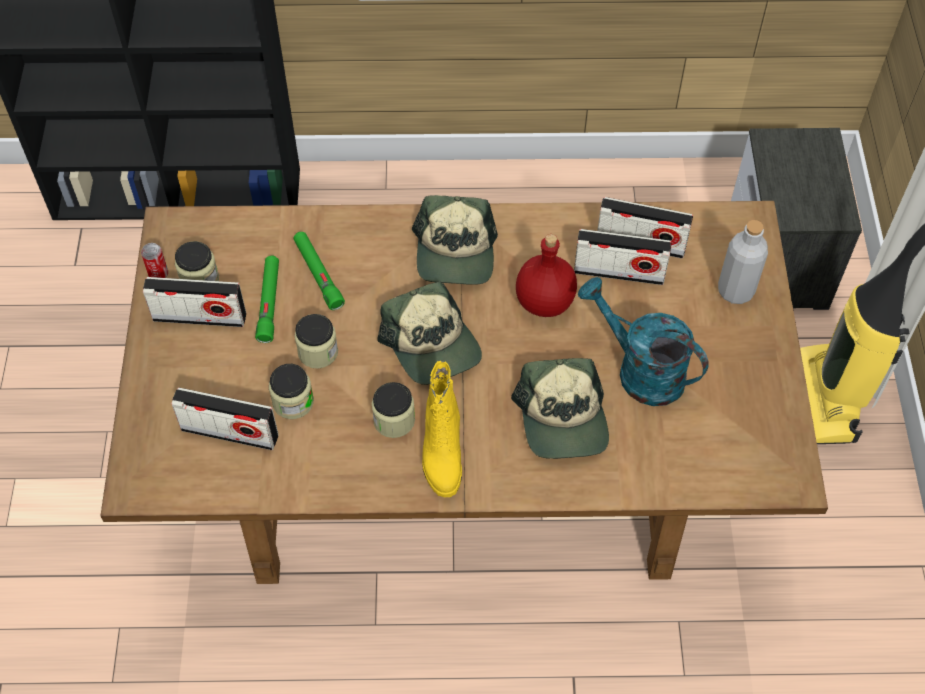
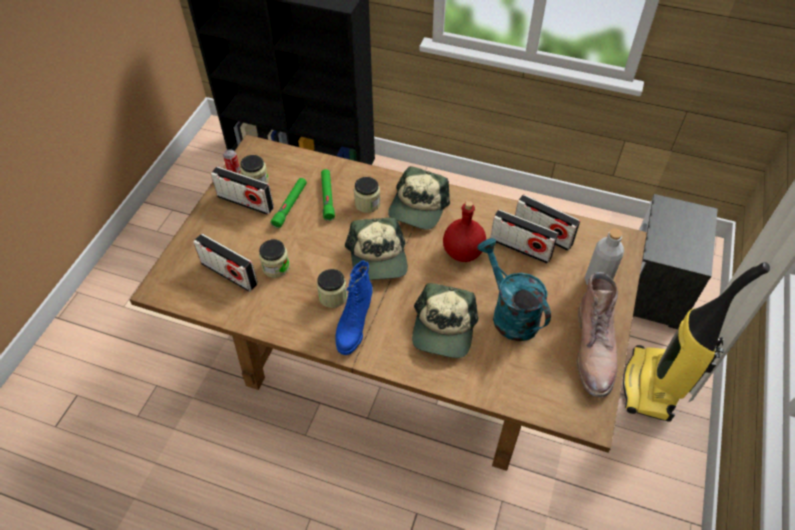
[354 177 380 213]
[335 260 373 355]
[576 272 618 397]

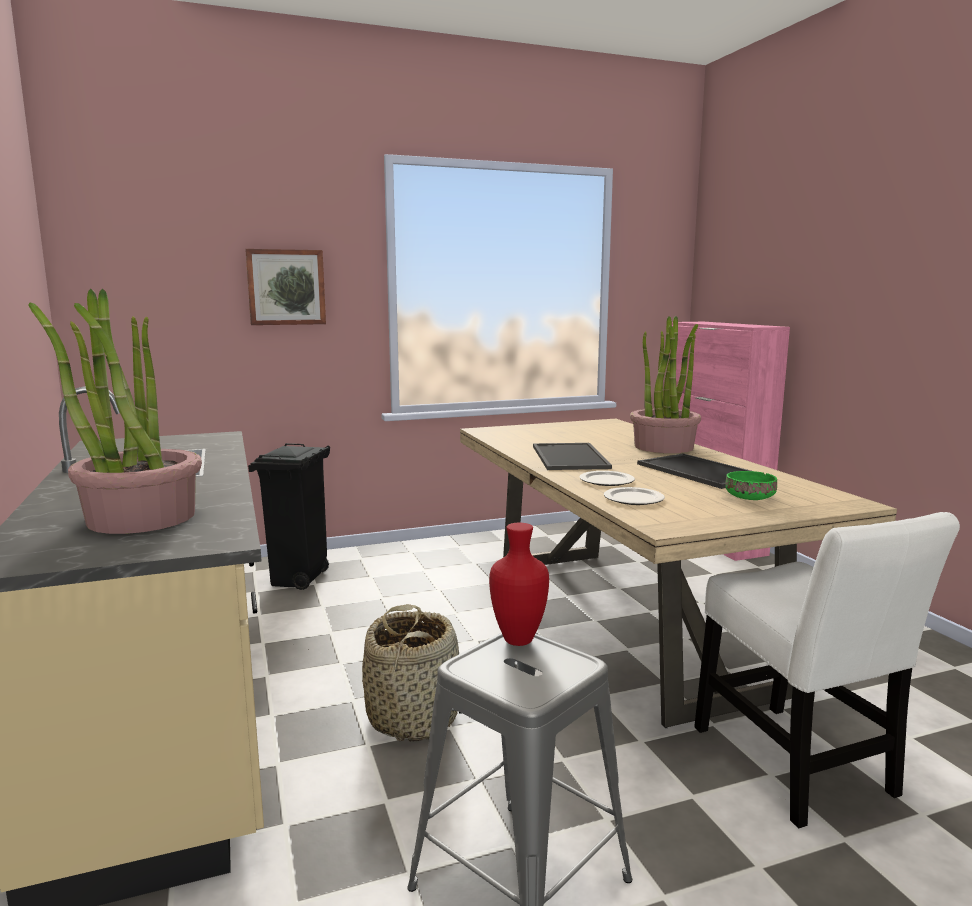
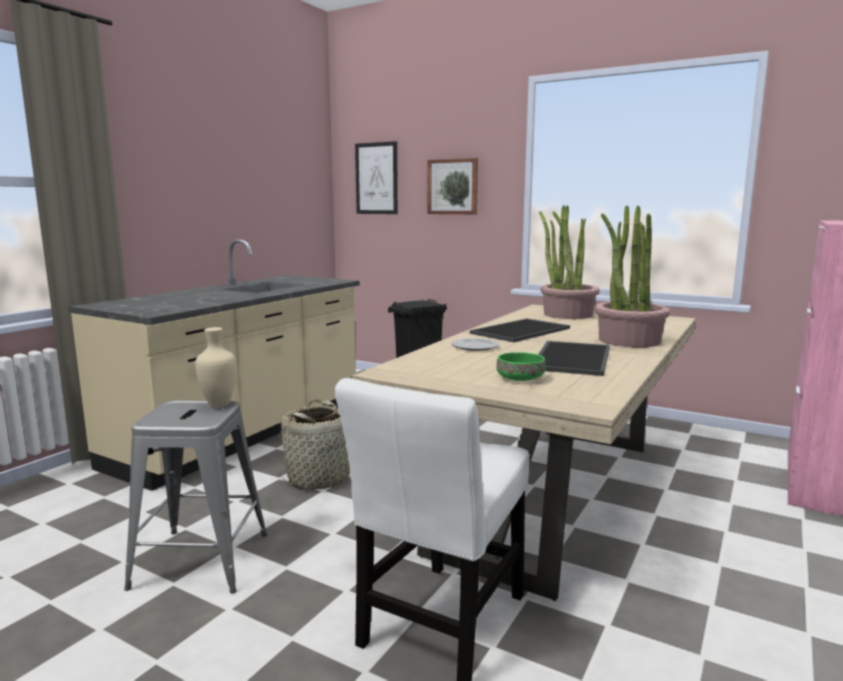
[539 205 600 319]
[195 327 237 408]
[604 487 665 505] (first image)
[355 141 398 214]

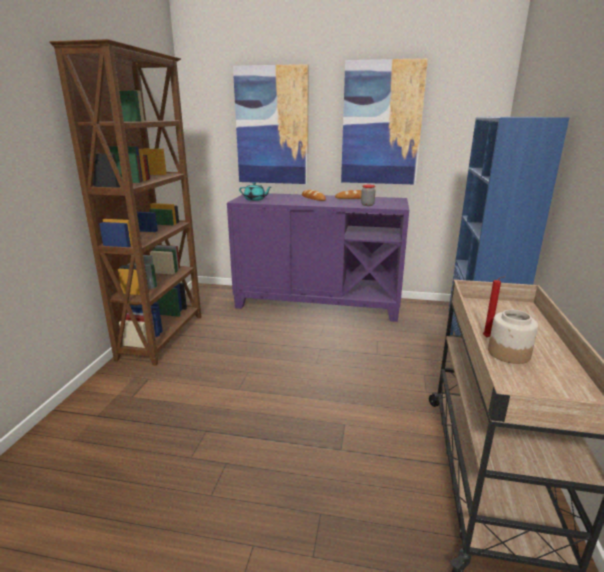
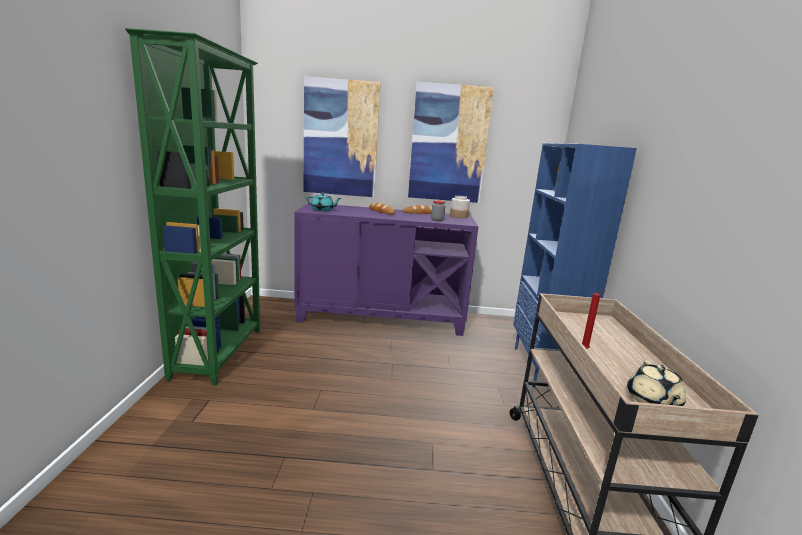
[125 28 260 385]
[450 196 470 218]
[627 361 686 406]

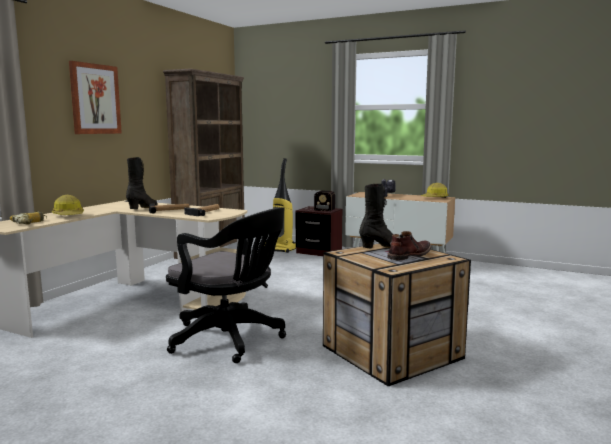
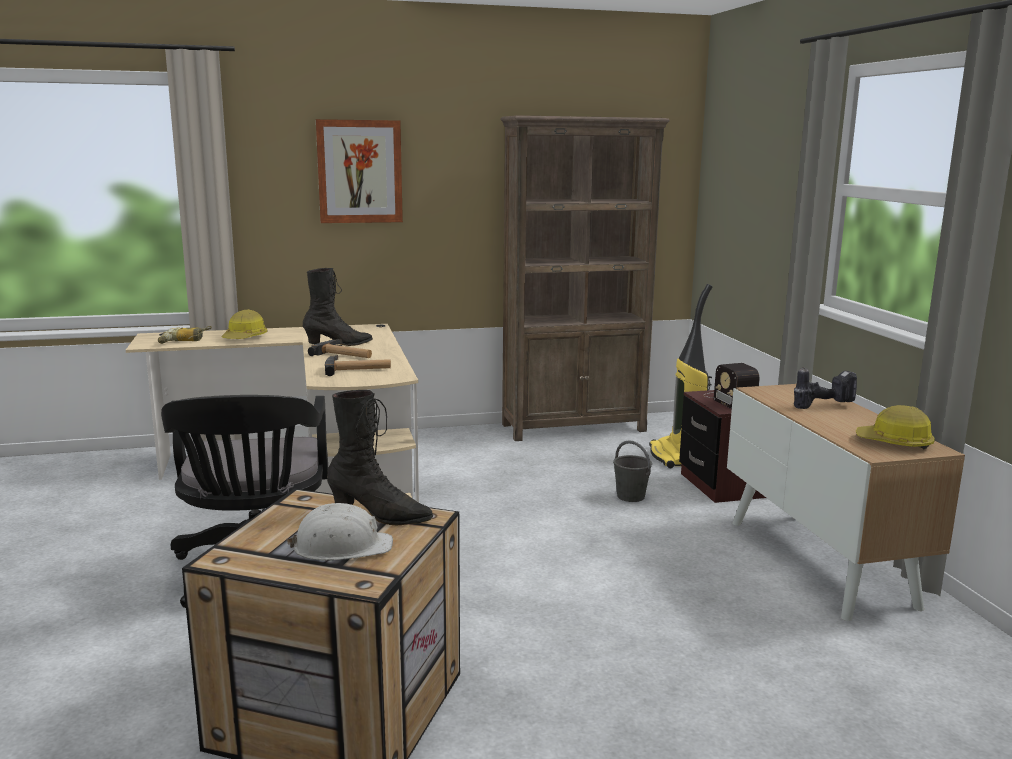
[287 503 393 561]
[613 440 652 502]

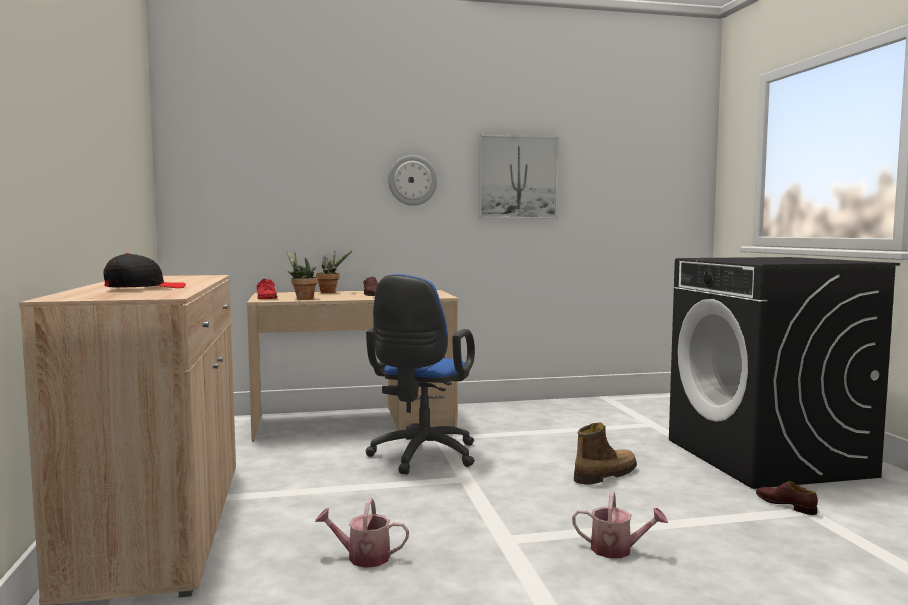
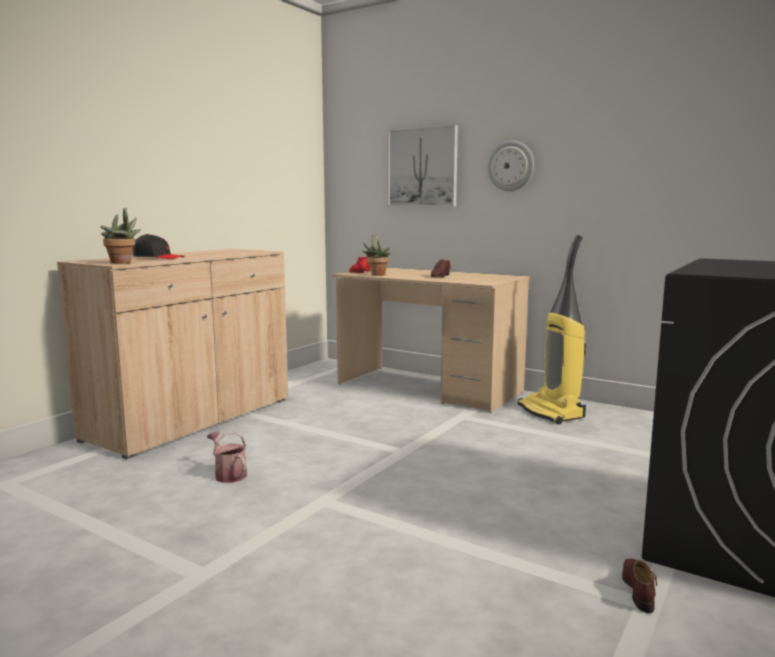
[100 208 141 264]
[365 274 475 474] (first image)
[387 125 458 207]
[572 491 668 558] (first image)
[574 422 637 485] (first image)
[518 235 586 424]

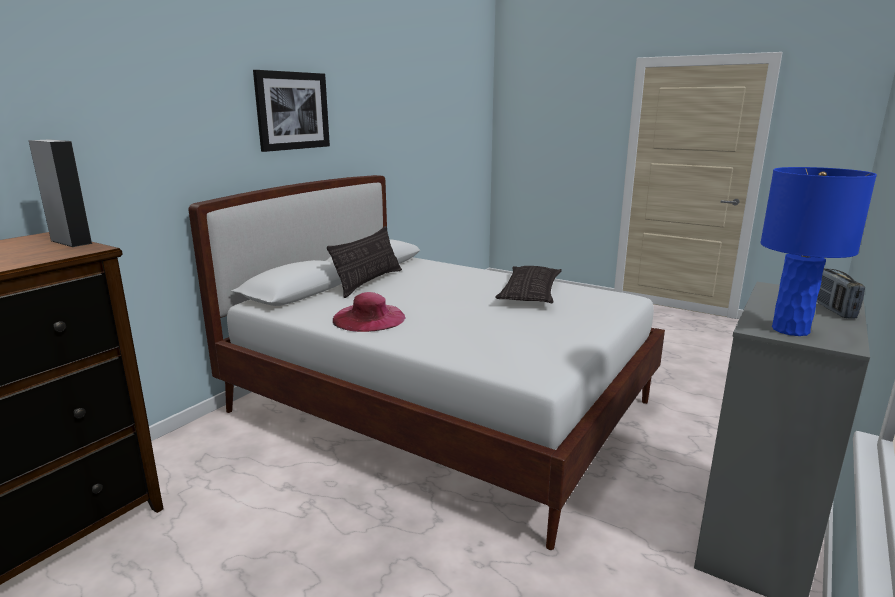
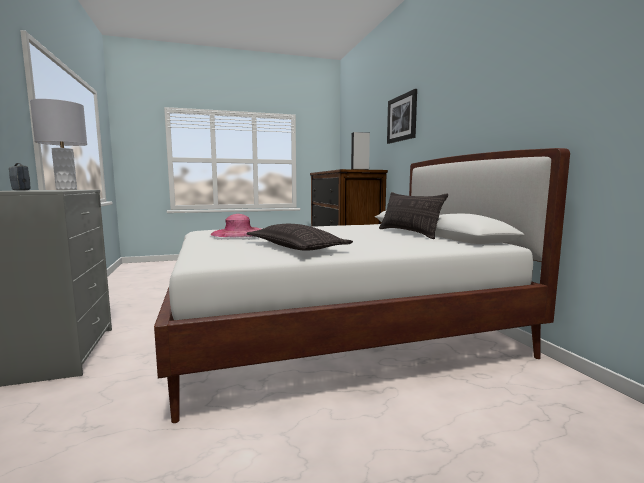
[387 89 417 144]
[210 214 261 237]
[30 99 87 190]

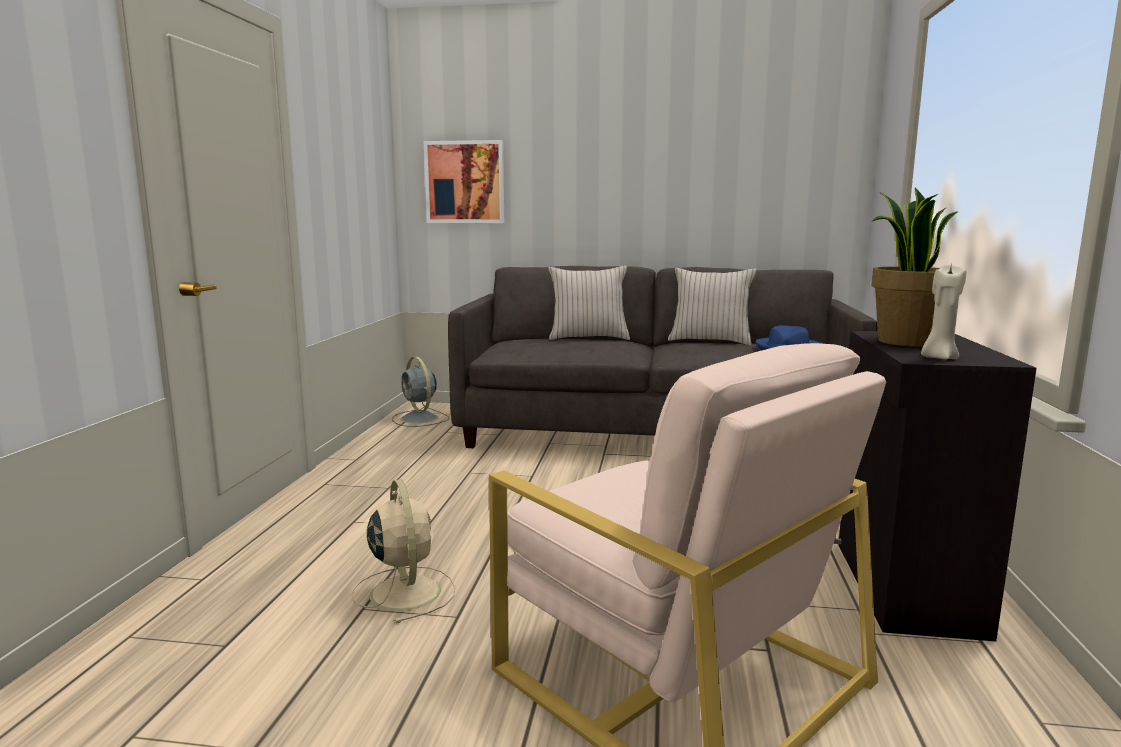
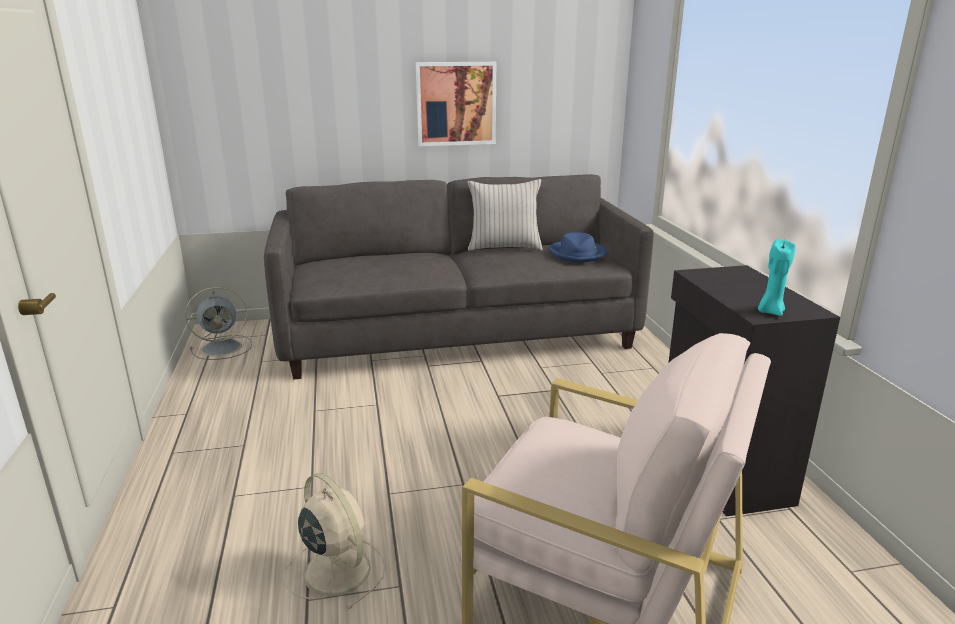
[185 287 252 360]
[416 62 496 146]
[549 266 630 340] (first image)
[871 187 958 347] (first image)
[758 239 796 316]

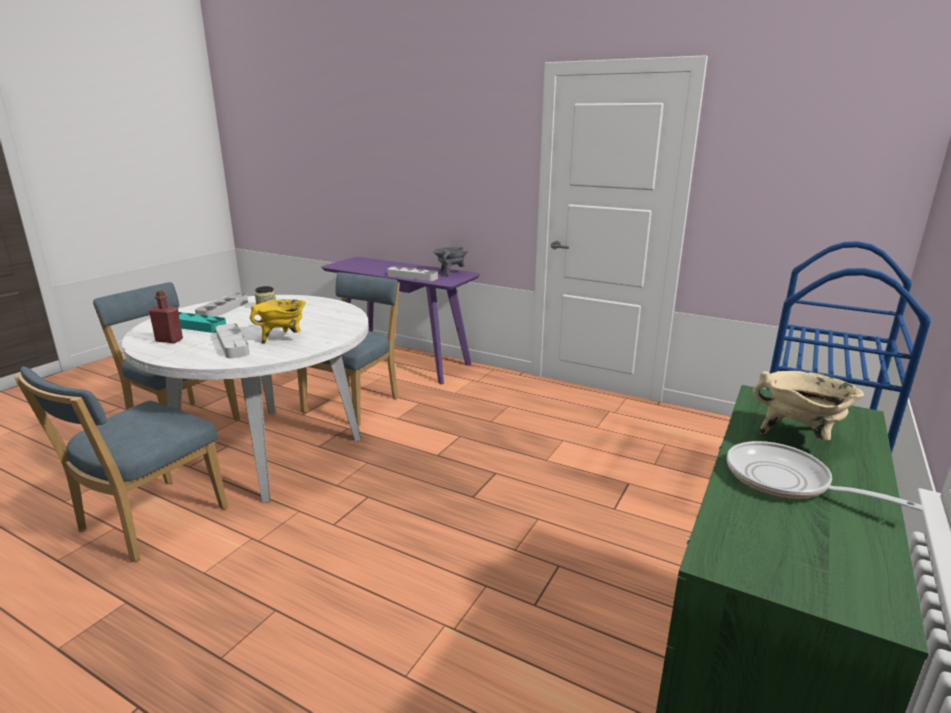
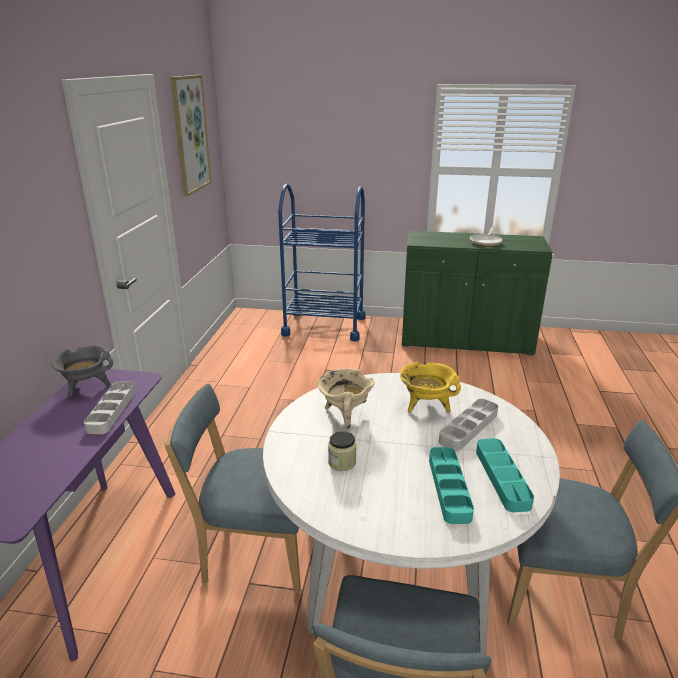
[476 438 534 512]
[195 293 248 317] (first image)
[318 368 375 429]
[170 75 211 197]

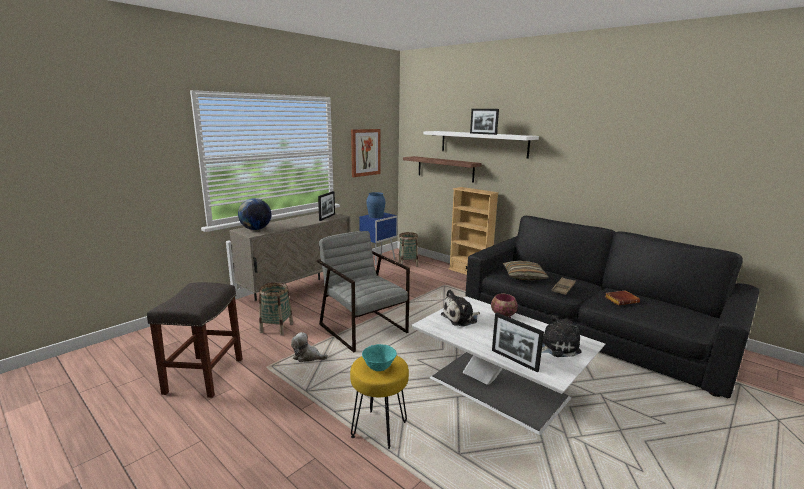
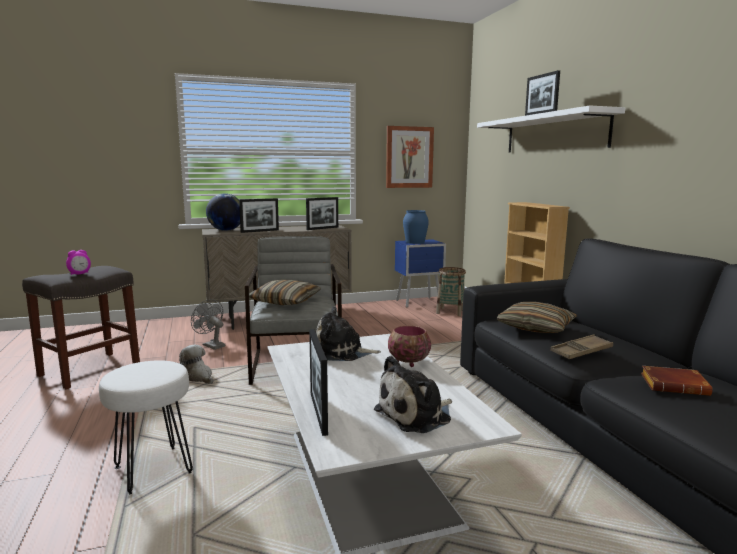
[191 299 225 350]
[99 360 193 494]
[362 344 397 371] (first image)
[403 156 482 183] (first image)
[374 356 452 433]
[66 250 91 275]
[239 198 279 233]
[249 280 321 305]

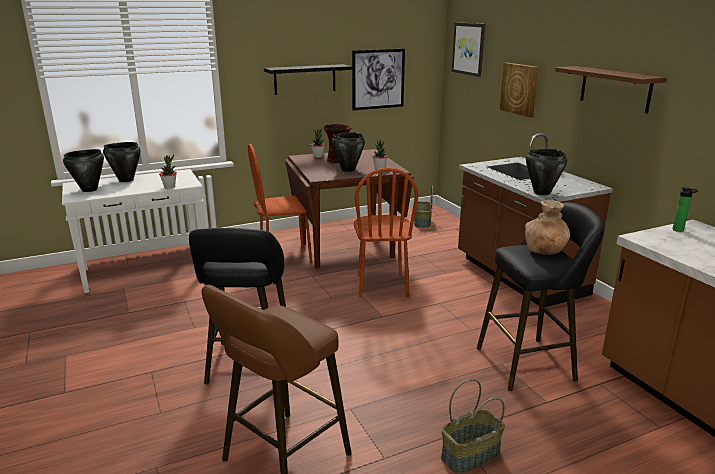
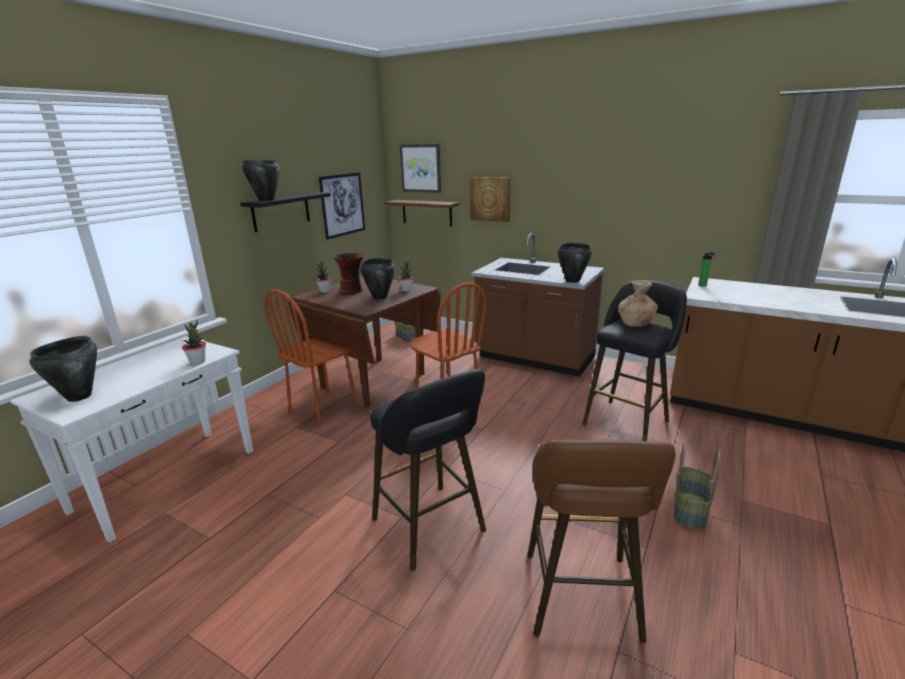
[242 160 280 201]
[384 200 459 226]

